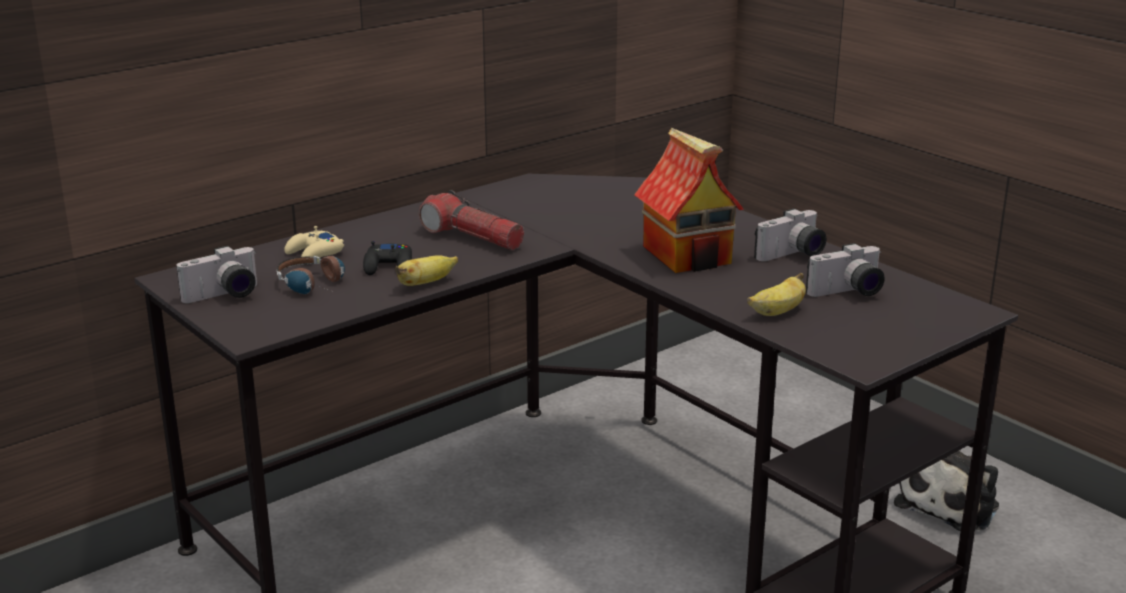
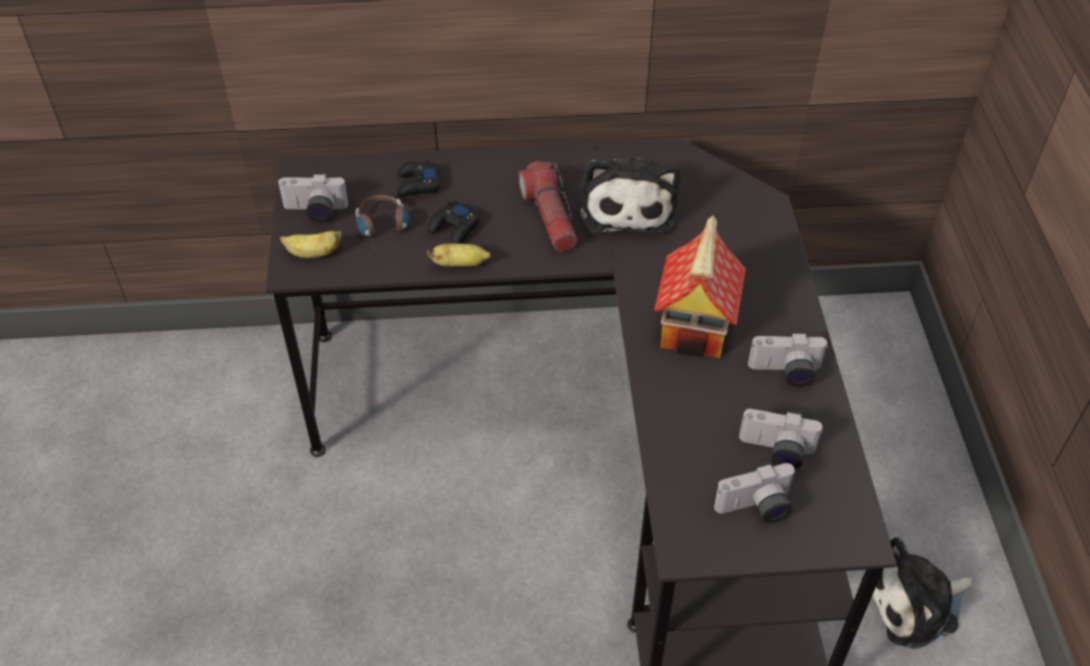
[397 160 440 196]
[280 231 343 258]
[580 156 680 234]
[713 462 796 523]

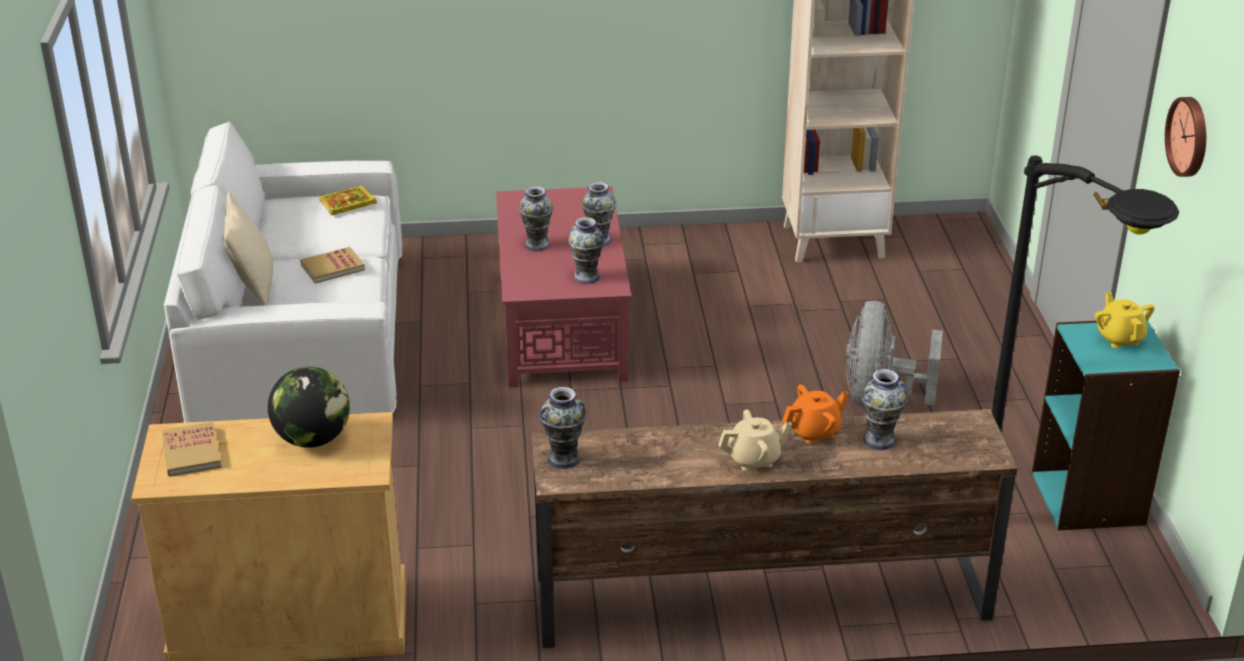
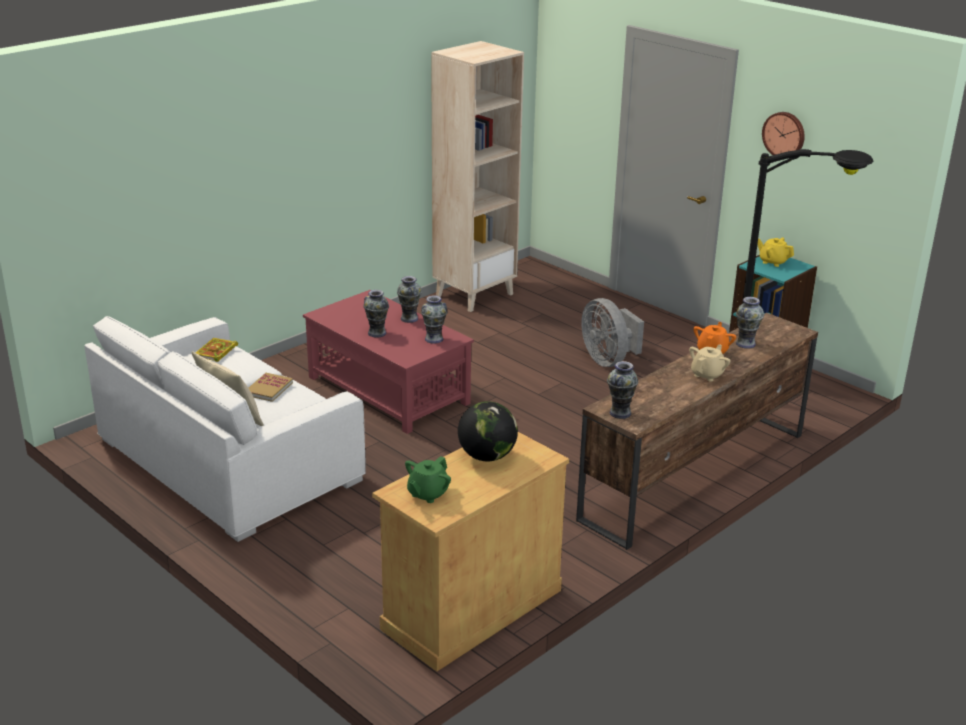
[405 456 451 503]

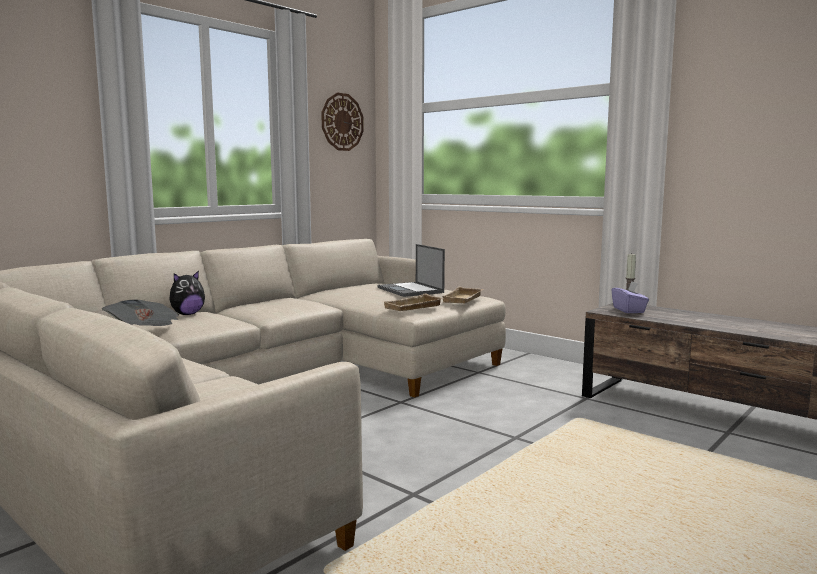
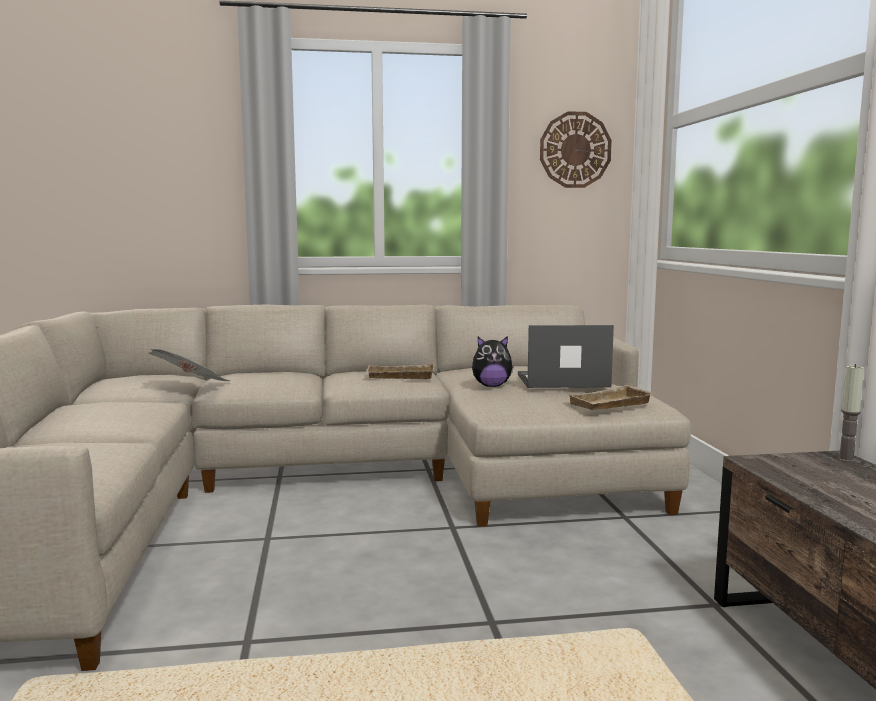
[472 336 514 387]
[518 325 614 388]
[365 363 435 379]
[612 281 649 313] (first image)

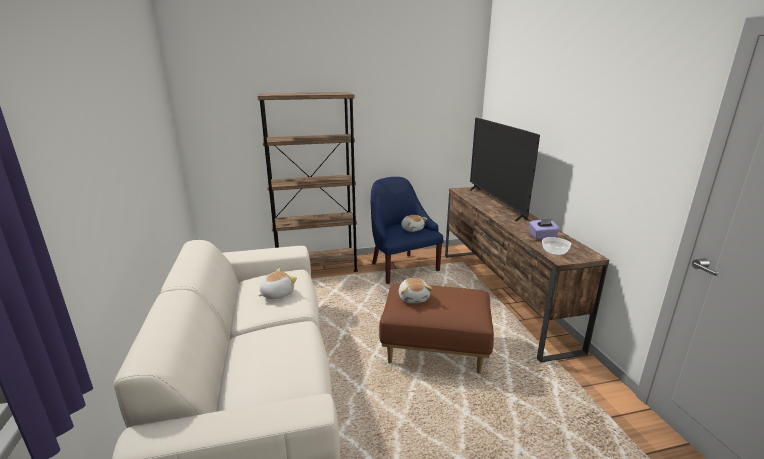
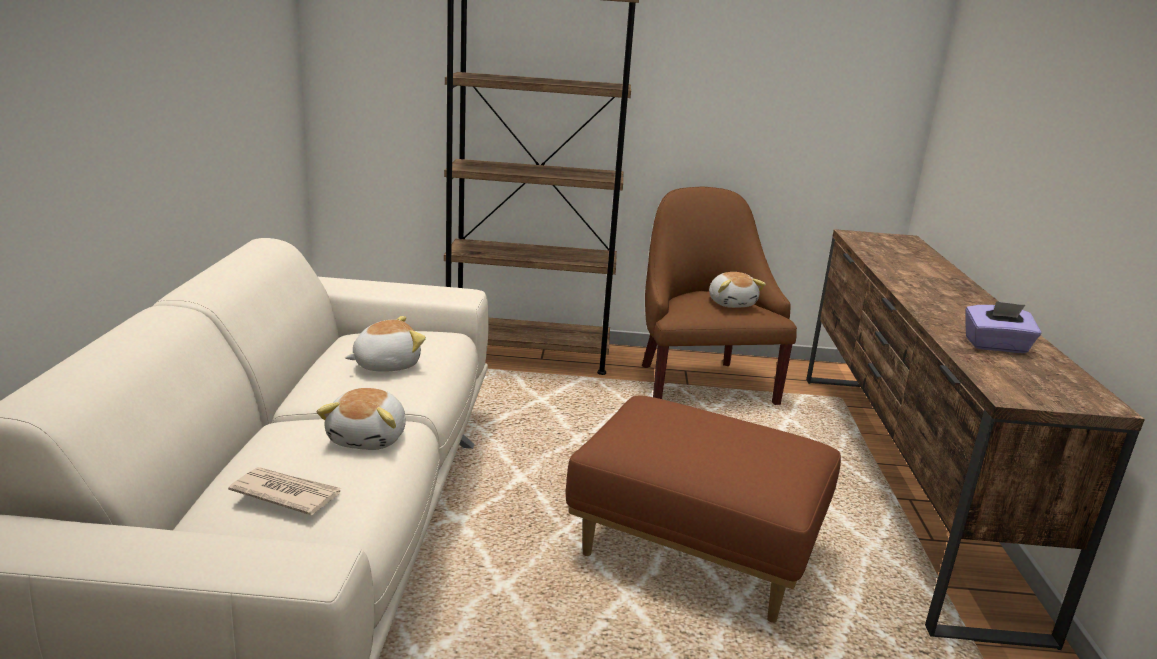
[642 187 797 405]
[316 388 406 450]
[469 118 540 221] (first image)
[542 237 571 255] (first image)
[228 467 341 515]

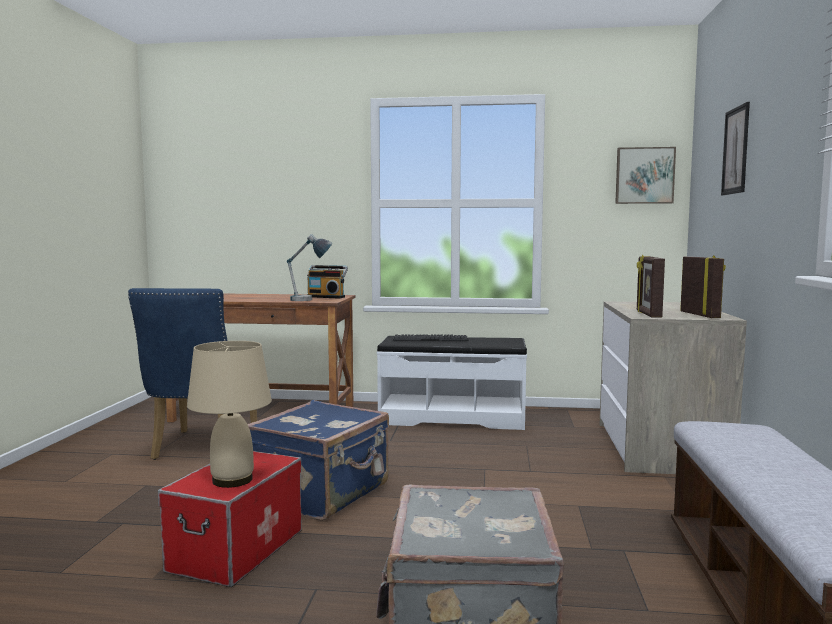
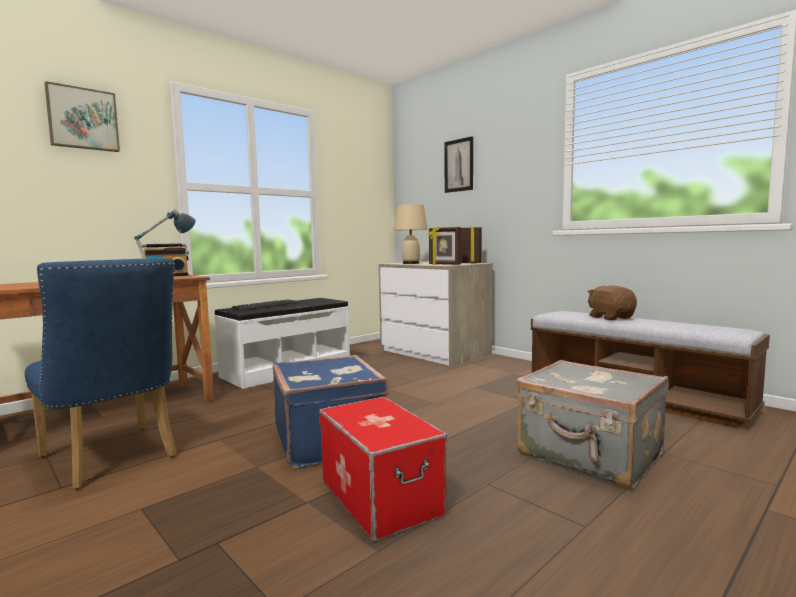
[394 204 428 264]
[44 81 120 152]
[587 285 637 320]

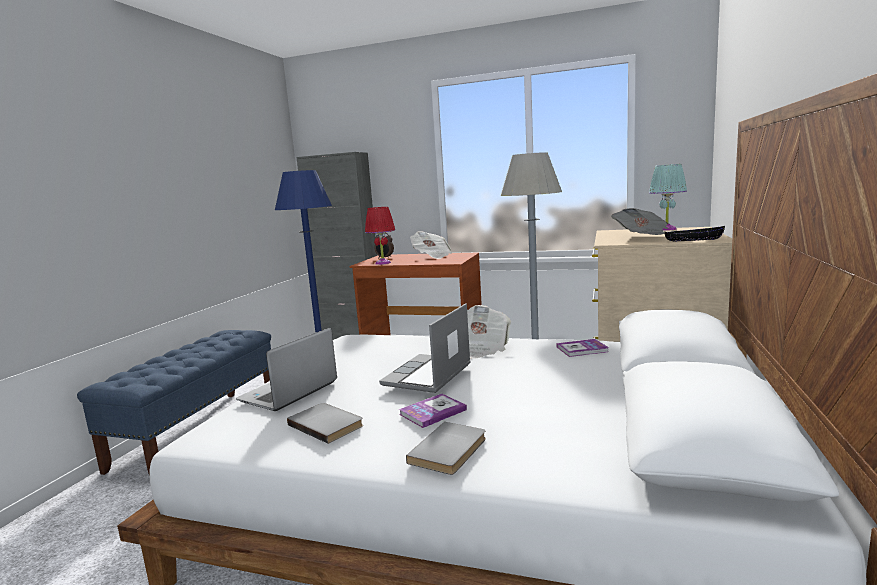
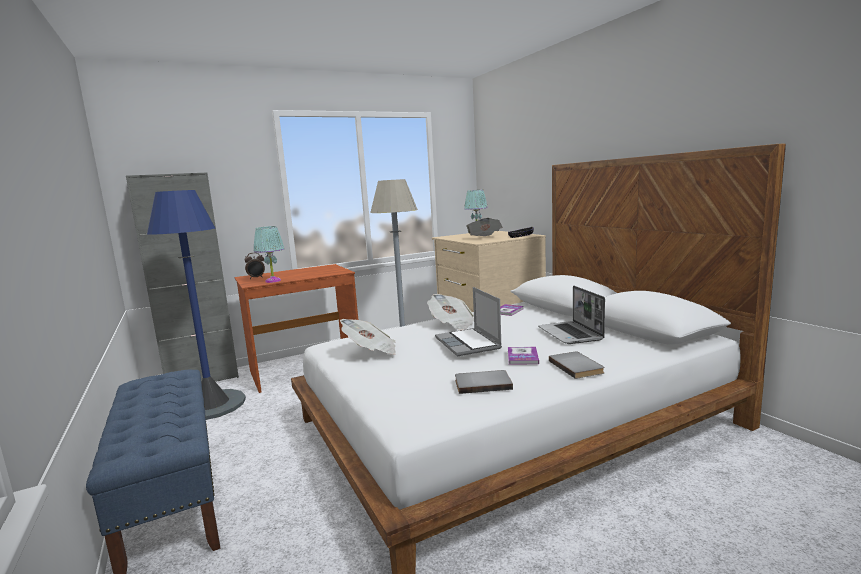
[538 286 605 344]
[254 226 285 283]
[340 319 396 355]

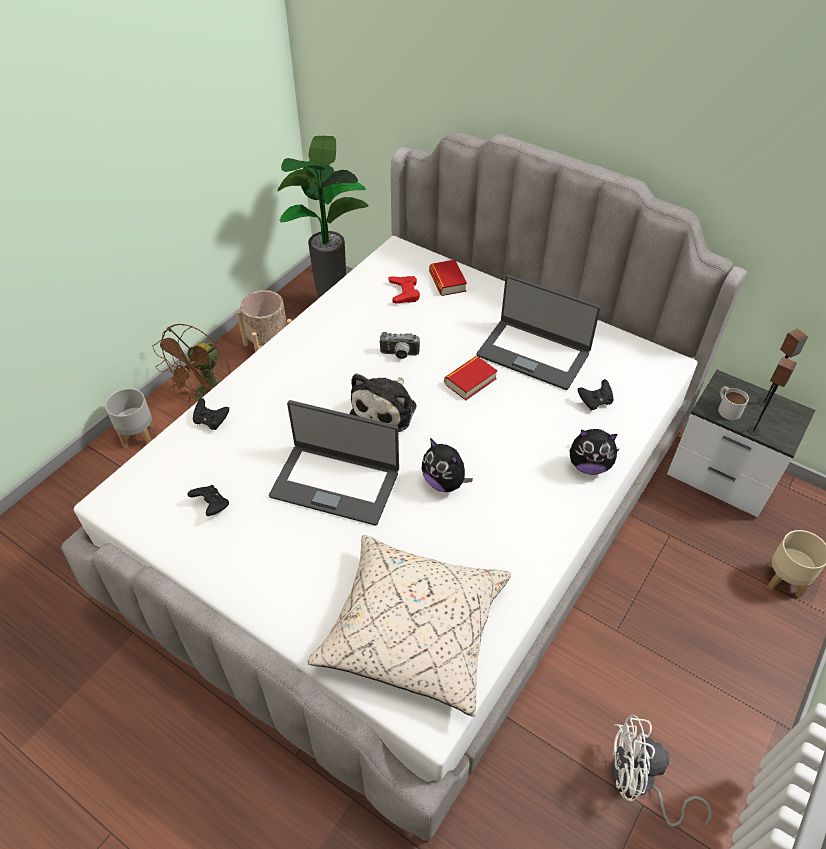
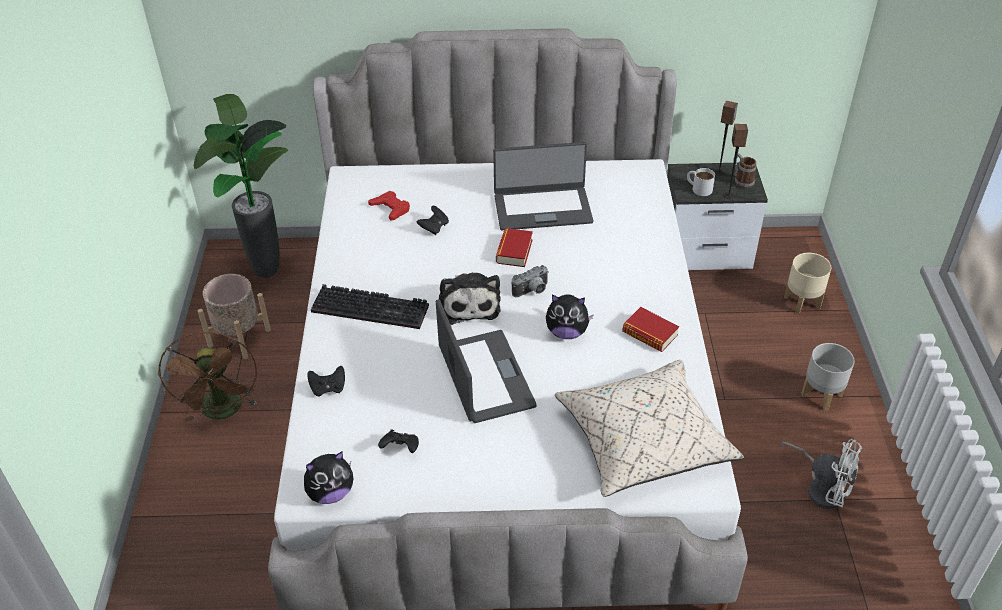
[801 343 854 410]
[436 299 537 423]
[512 265 549 297]
[622 307 679 352]
[304 451 353 504]
[417 206 449 235]
[781 439 862 509]
[311 284 429 329]
[733 154 757 188]

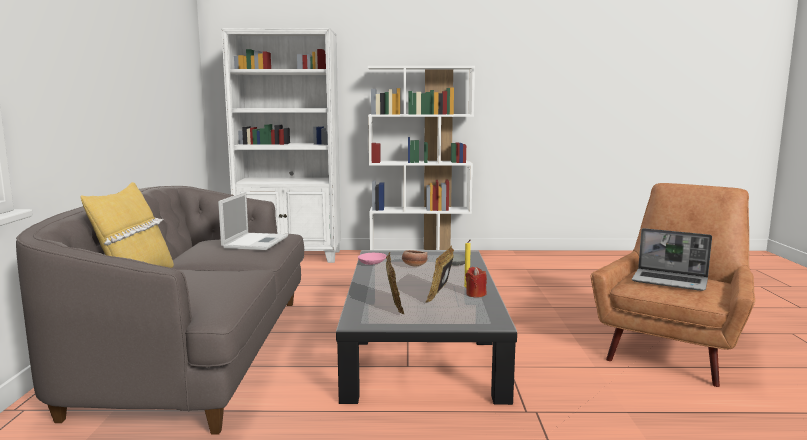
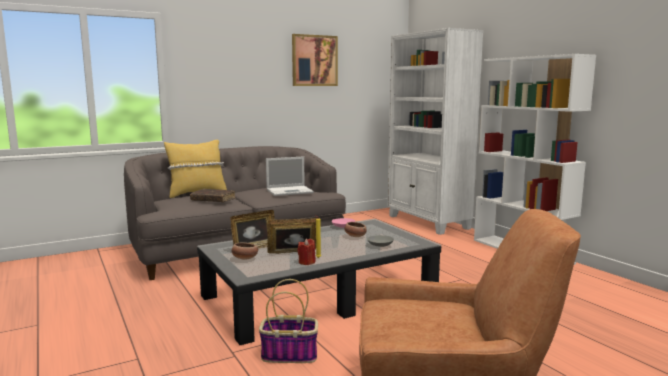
[632 228 712 291] (first image)
[190 189 236 202]
[232 243 258 260]
[259 279 318 363]
[292 34 338 86]

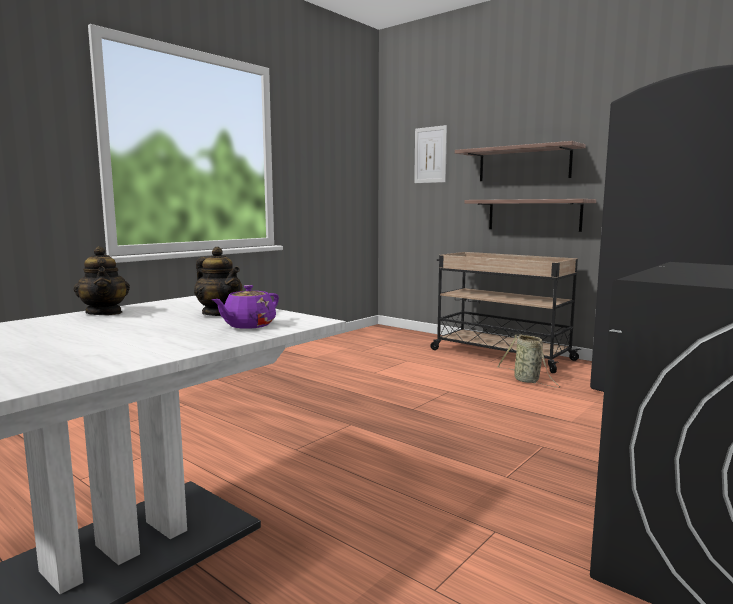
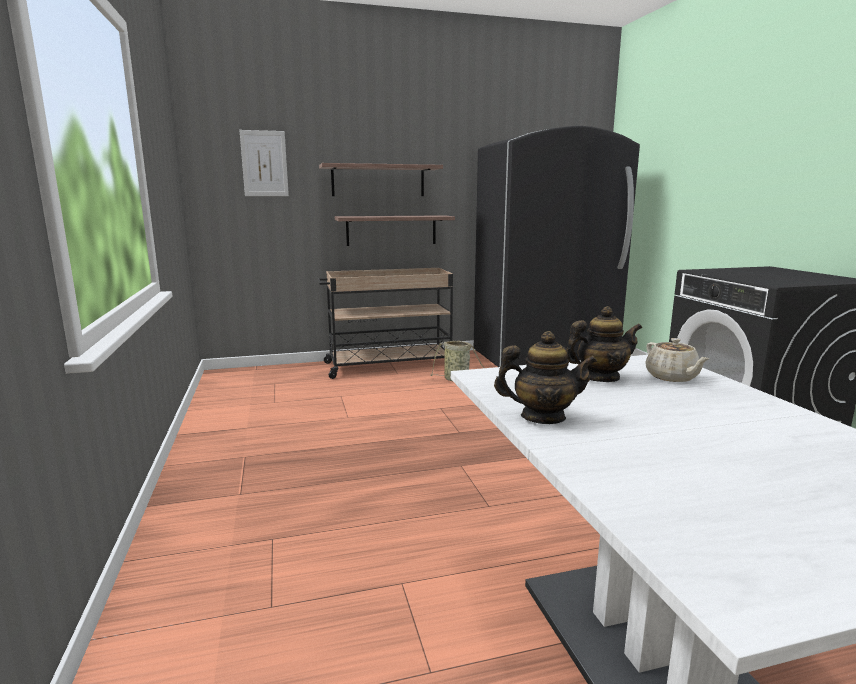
[645 338 710 382]

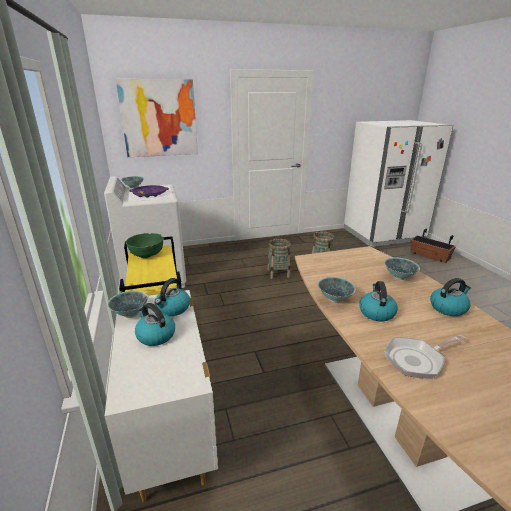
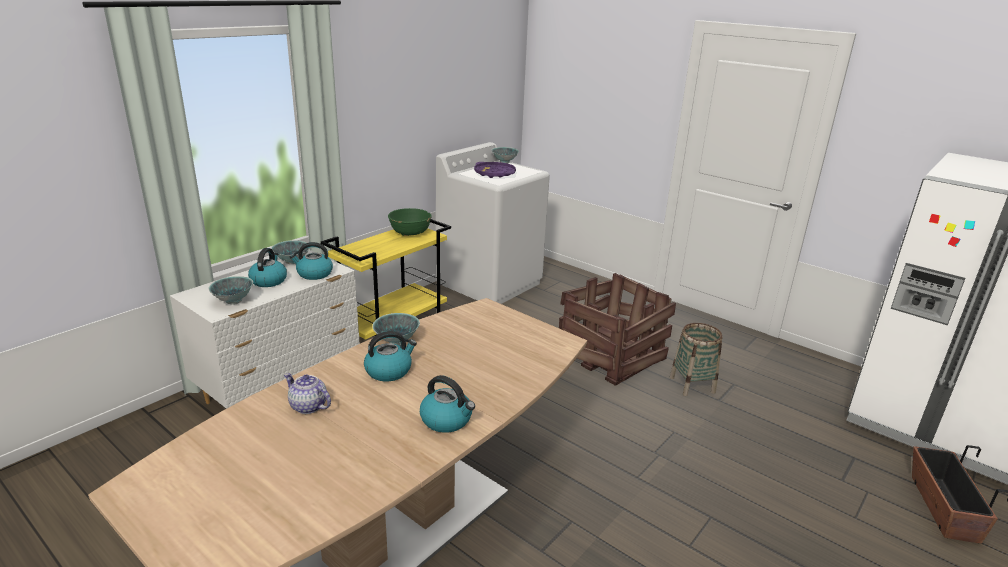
[116 79 198 157] (first image)
[559 273 676 386]
[209 276 253 305]
[284 373 331 414]

